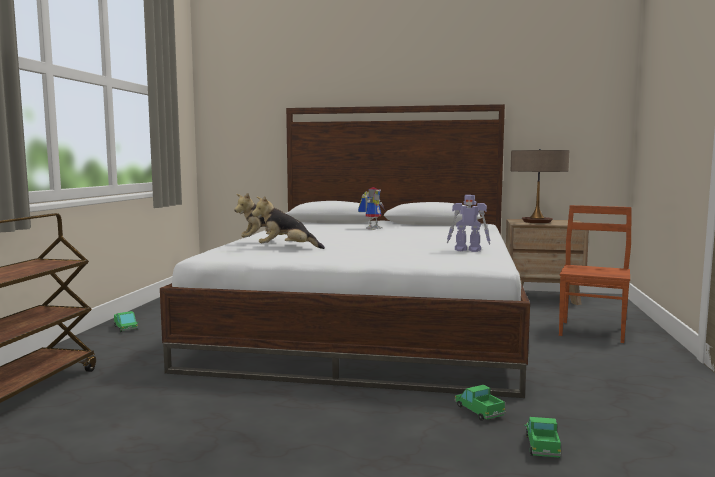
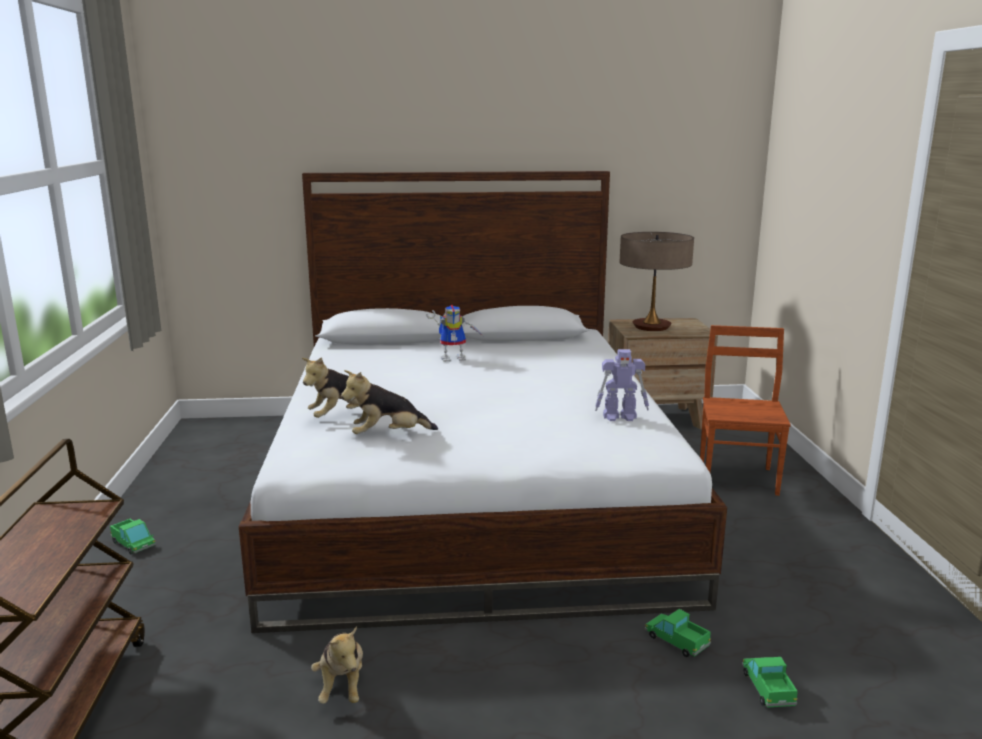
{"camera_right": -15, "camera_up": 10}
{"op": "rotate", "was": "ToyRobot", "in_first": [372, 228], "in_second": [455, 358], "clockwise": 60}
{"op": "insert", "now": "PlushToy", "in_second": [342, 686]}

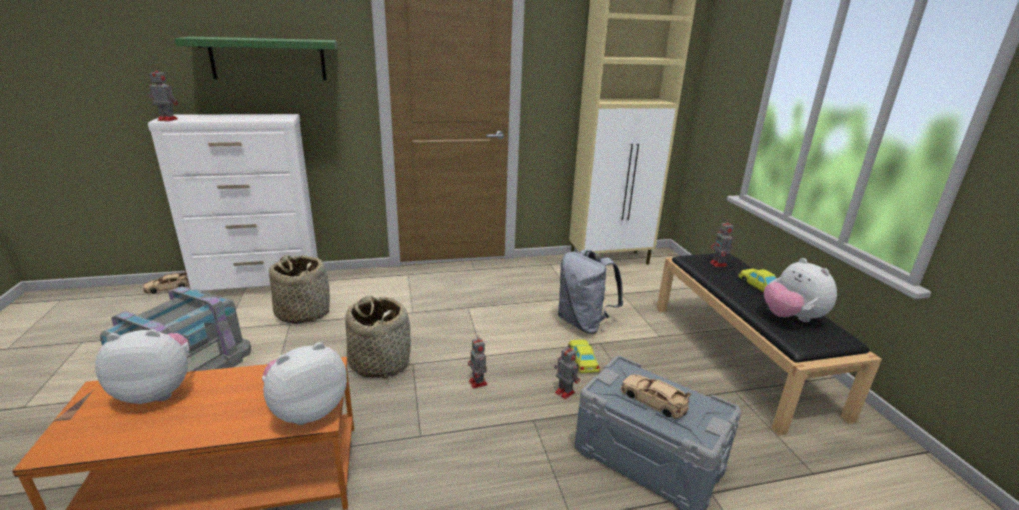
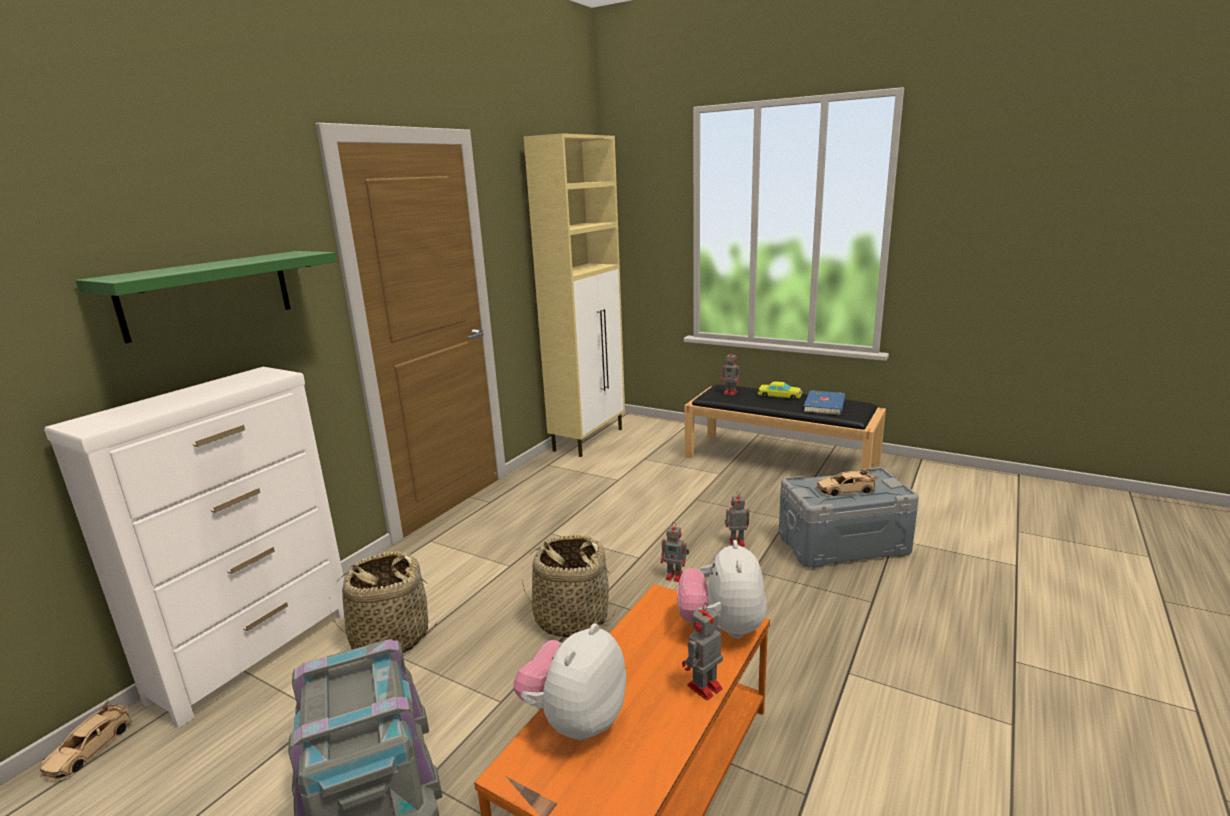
{"camera_right": -45, "camera_up": -5}
{"op": "move", "was": "ToyRobot", "in_first": [167, 119], "in_second": [703, 688]}
{"op": "delete", "was": "GreyBackpack", "in_first": [584, 323]}
{"op": "replace", "was": "PlushToy", "now": "BlueBook", "in_first": [791, 318], "in_second": [825, 405]}
{"op": "delete", "was": "YellowToyCar", "in_first": [582, 359]}

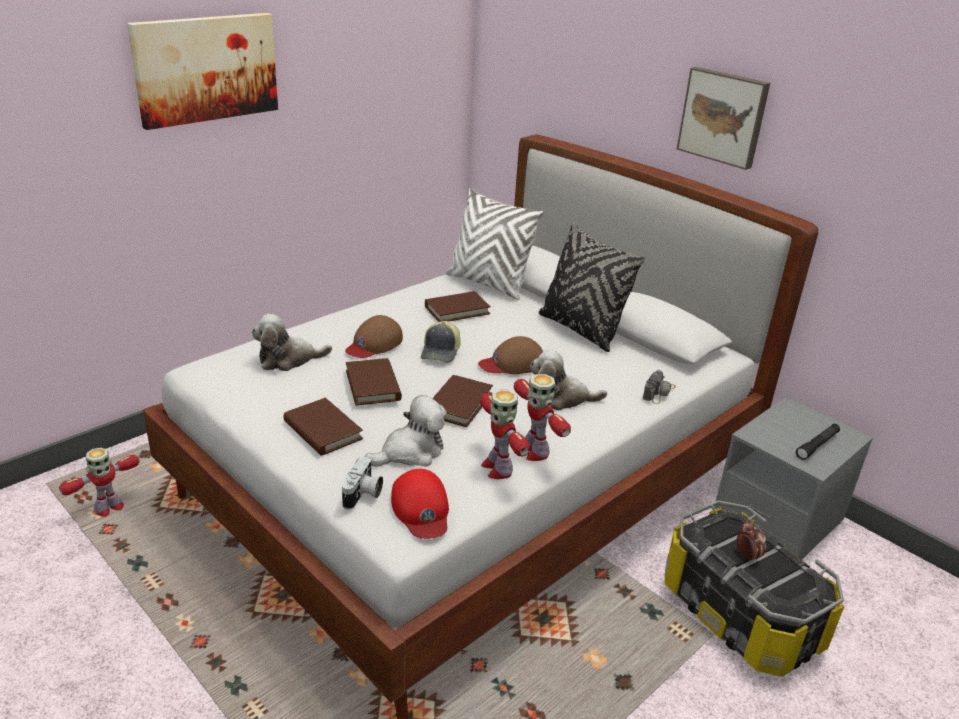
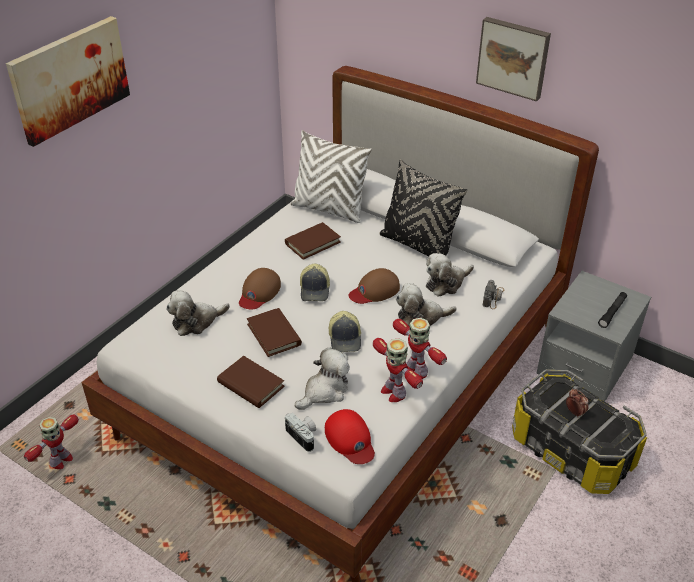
{"camera_right": -10, "camera_up": 10}
{"op": "replace", "was": "BrownBook", "now": "Cap", "in_first": [458, 404], "in_second": [345, 339]}
{"op": "rotate", "was": "PhotoCamera", "in_first": [363, 495], "in_second": [304, 436], "clockwise": -45}
{"op": "insert", "now": "PlushToy", "in_second": [446, 283]}

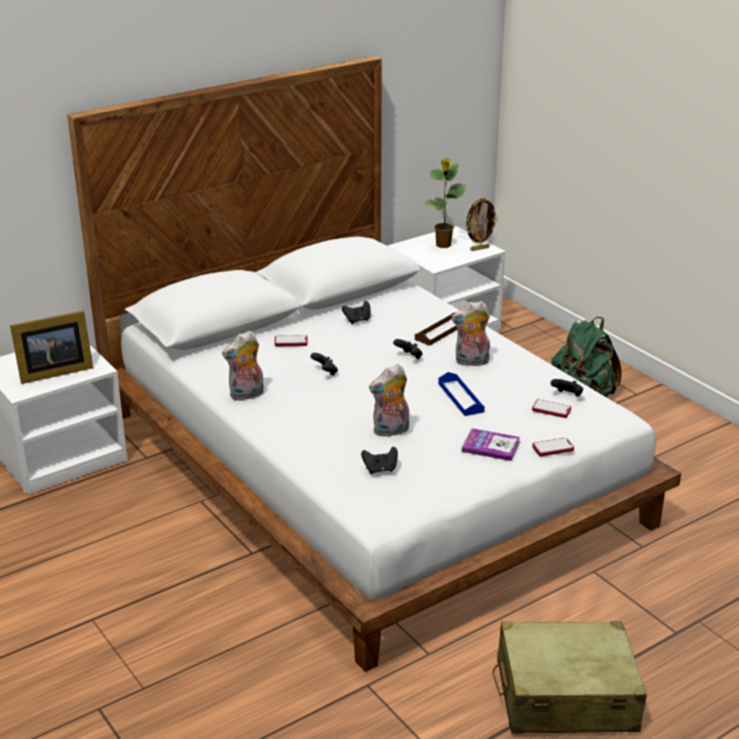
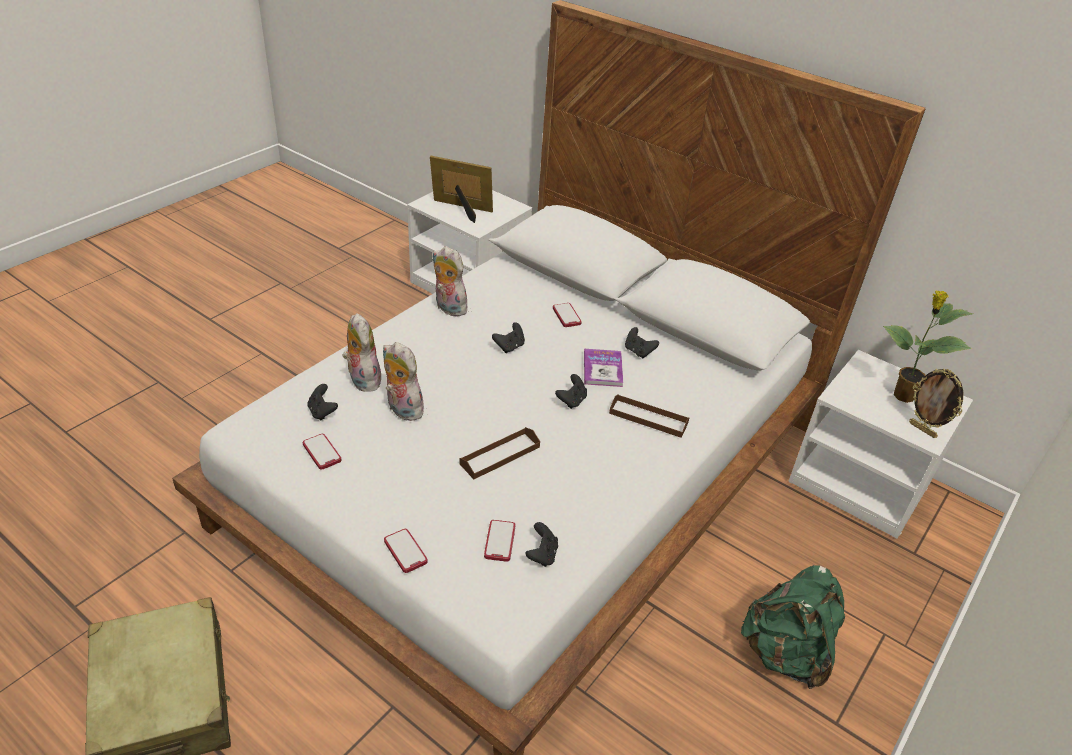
{"camera_right": 70, "camera_up": 10}
{"op": "move", "was": "PlushToy", "in_first": [471, 362], "in_second": [362, 380]}
{"op": "rotate", "was": "PictureFrame", "in_first": [52, 372], "in_second": [462, 210], "clockwise": 150}
{"op": "recolor", "was": "BlueTray", "now": "BrownTray", "in_first": [460, 397], "in_second": [500, 455]}
{"op": "move", "was": "Book", "in_first": [491, 446], "in_second": [602, 369]}
{"op": "insert", "now": "Phone", "in_second": [322, 452]}

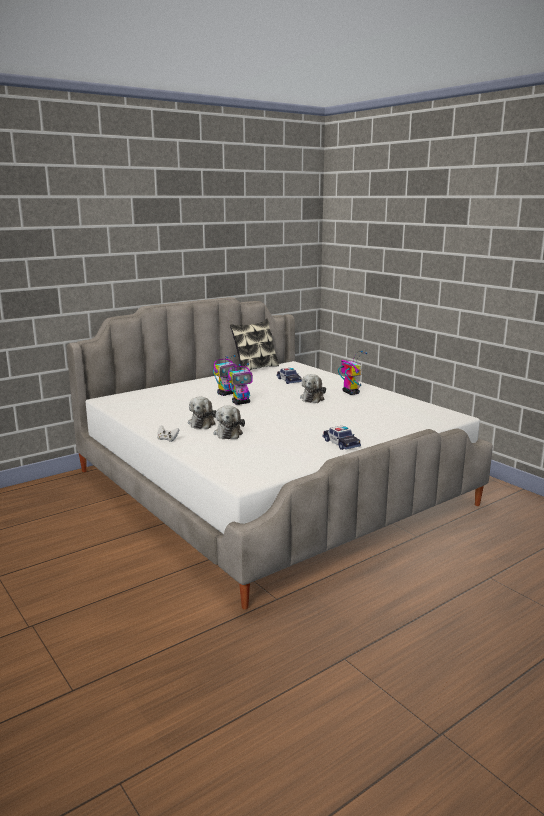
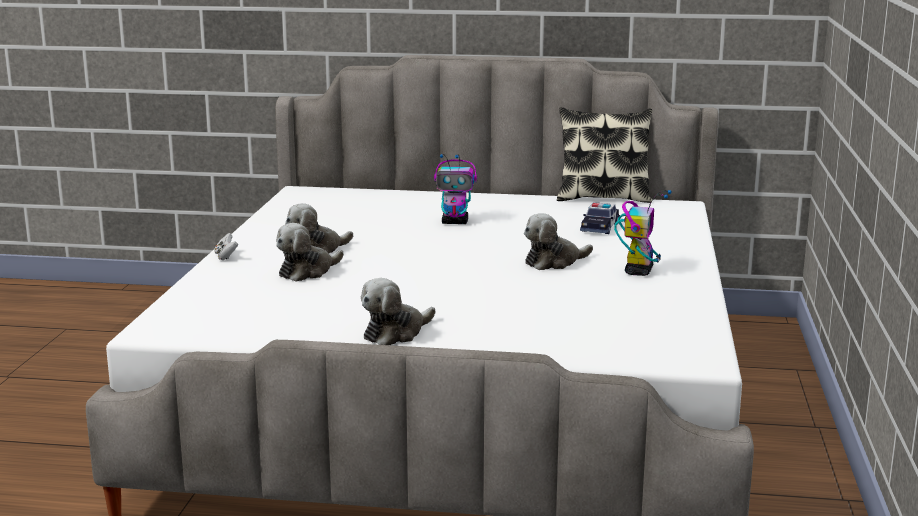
{"camera_right": 45, "camera_up": 0}
{"op": "delete", "was": "ToyRobot", "in_first": [241, 403]}
{"op": "replace", "was": "ToyCar", "now": "PlushToy", "in_first": [341, 443], "in_second": [396, 333]}

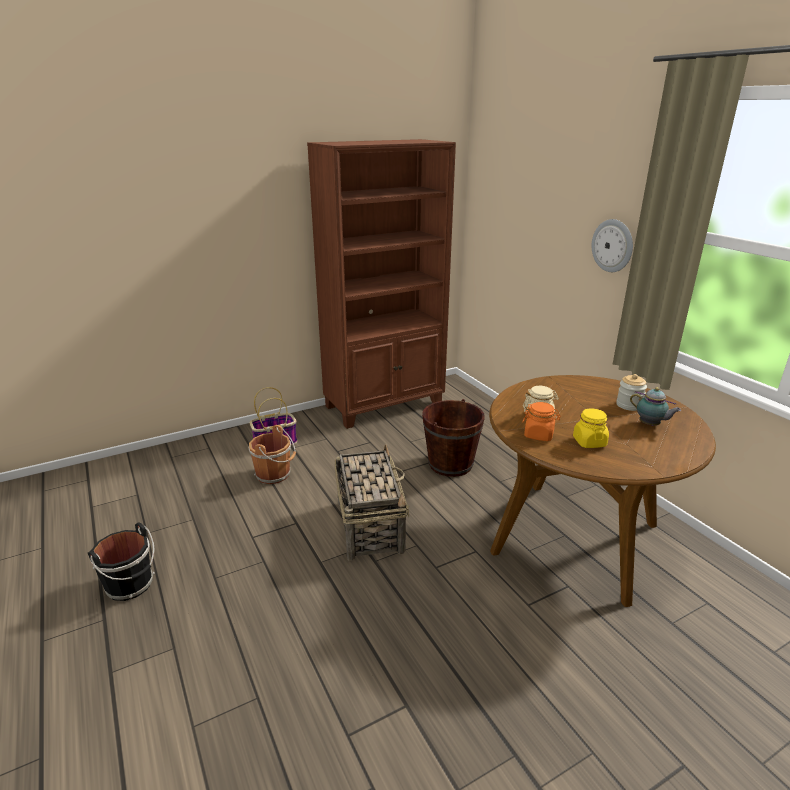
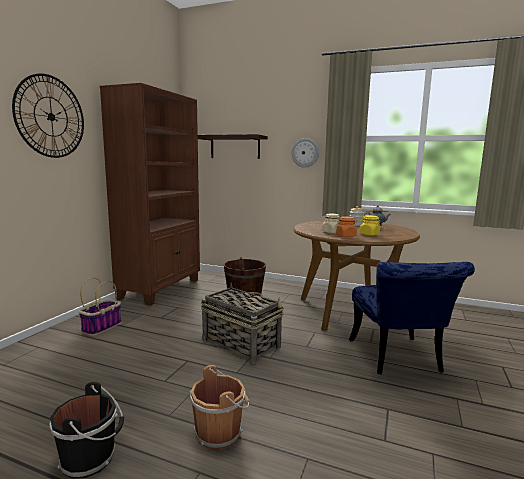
{"camera_right": -40, "camera_up": -15}
{"op": "move", "was": "BrownBucket", "in_first": [275, 474], "in_second": [220, 432]}
{"op": "insert", "now": "WallClock", "in_second": [51, 117]}
{"op": "insert", "now": "Shelf", "in_second": [235, 147]}
{"op": "insert", "now": "BlueChair", "in_second": [398, 359]}

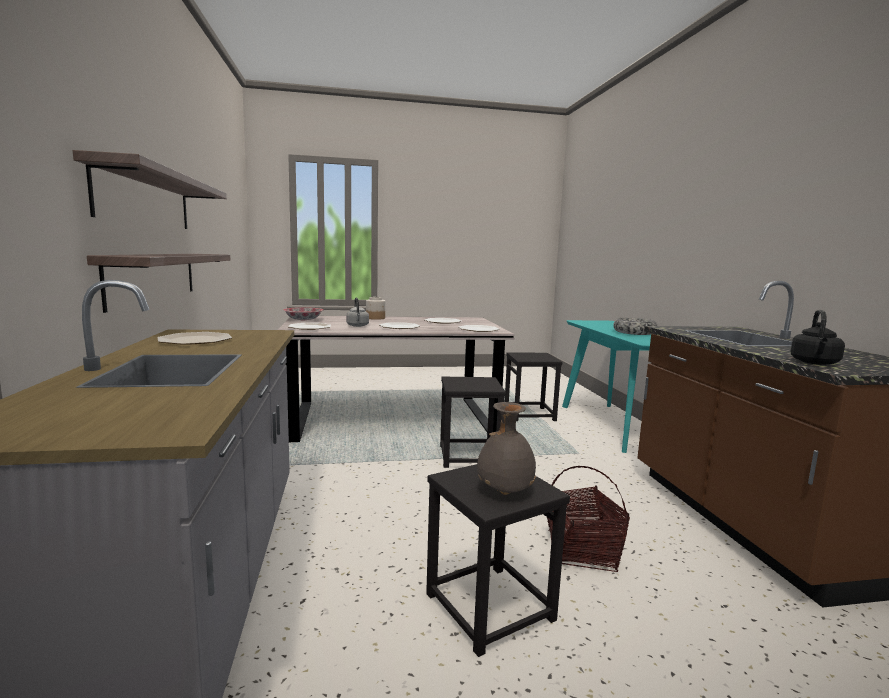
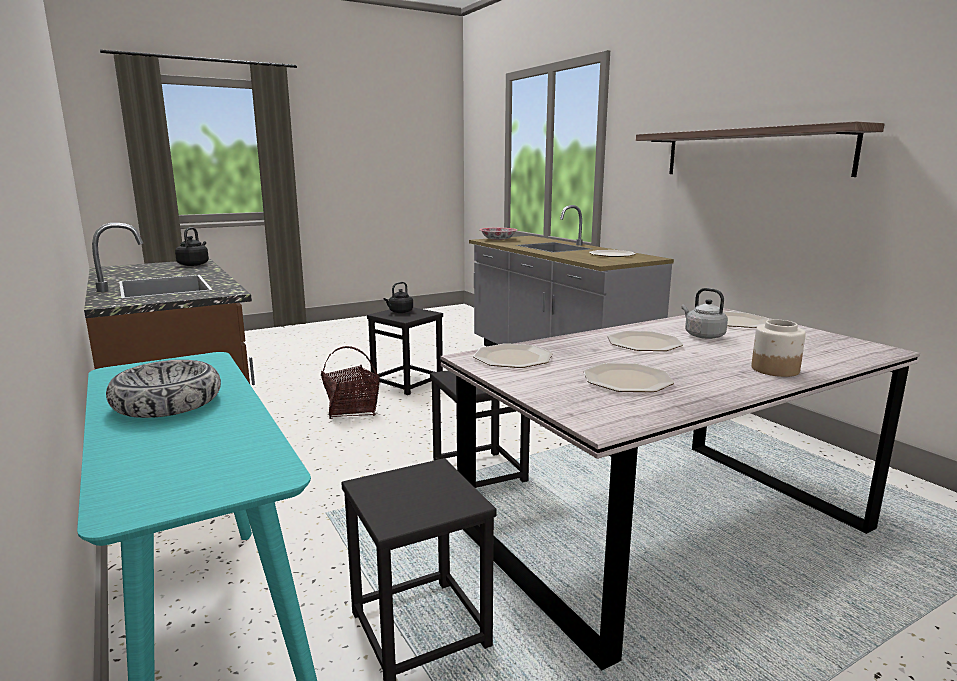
{"camera_right": 160, "camera_up": 5}
{"op": "delete", "was": "Shelf", "in_first": [154, 277]}
{"op": "move", "was": "Bowl", "in_first": [304, 320], "in_second": [497, 239]}
{"op": "replace", "was": "GreyVase", "now": "BlackKettle", "in_first": [504, 491], "in_second": [400, 312]}

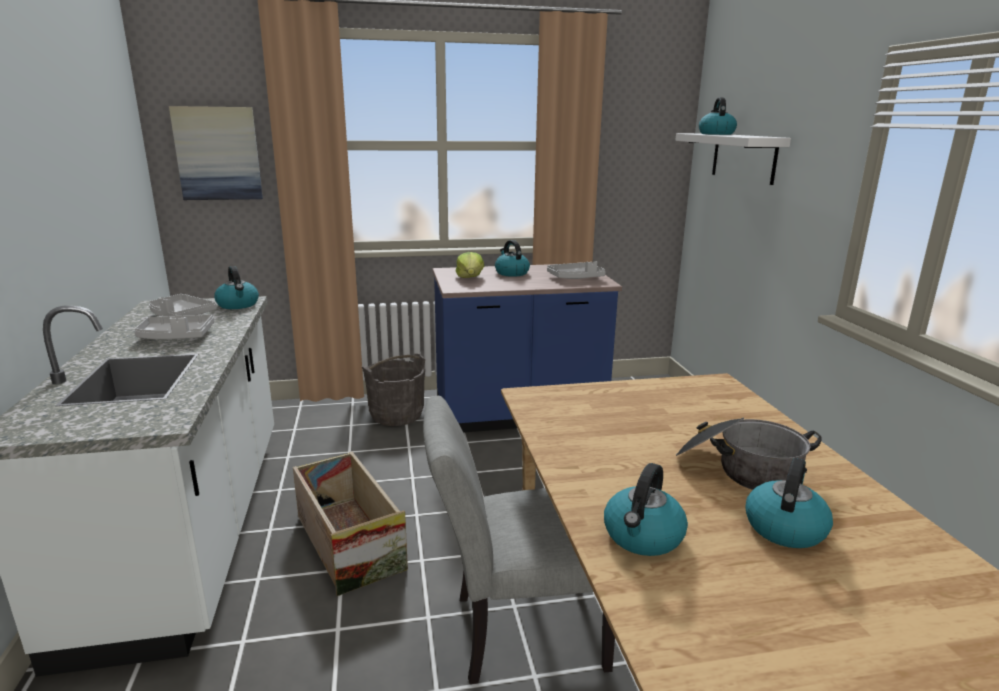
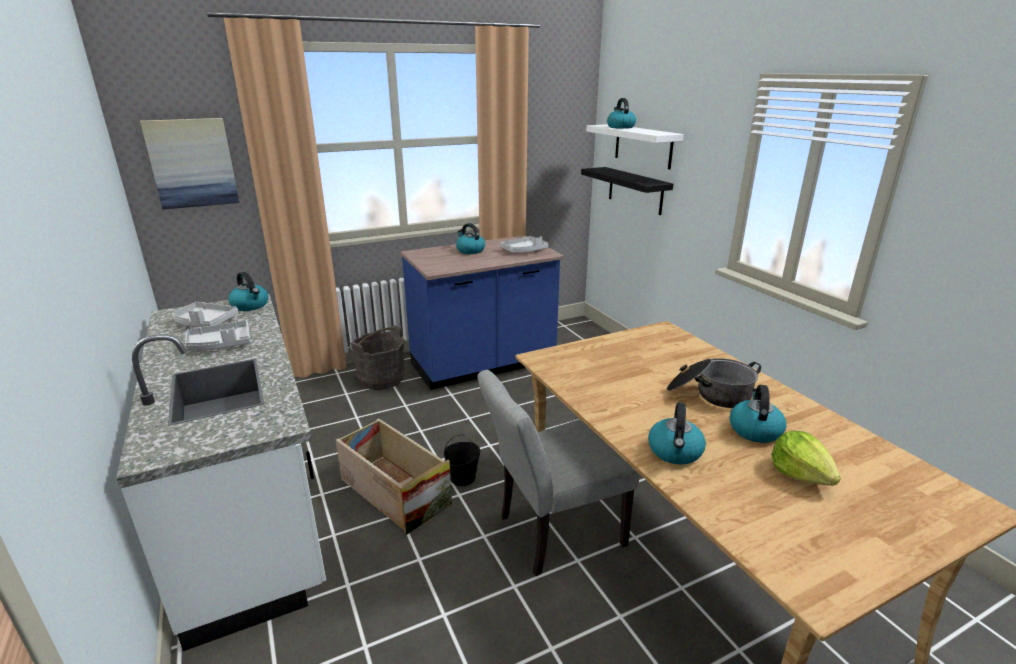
{"camera_right": -15, "camera_up": 5}
{"op": "move", "was": "Lettuce", "in_first": [470, 278], "in_second": [800, 473]}
{"op": "insert", "now": "BlackShelf", "in_second": [635, 190]}
{"op": "insert", "now": "BlackBucket", "in_second": [462, 478]}

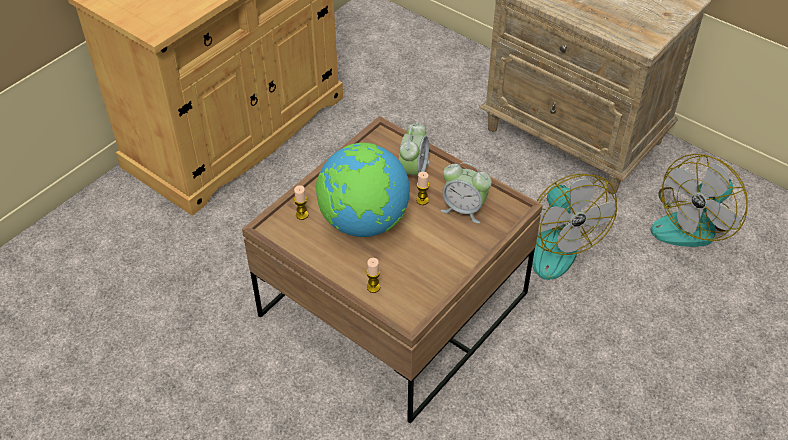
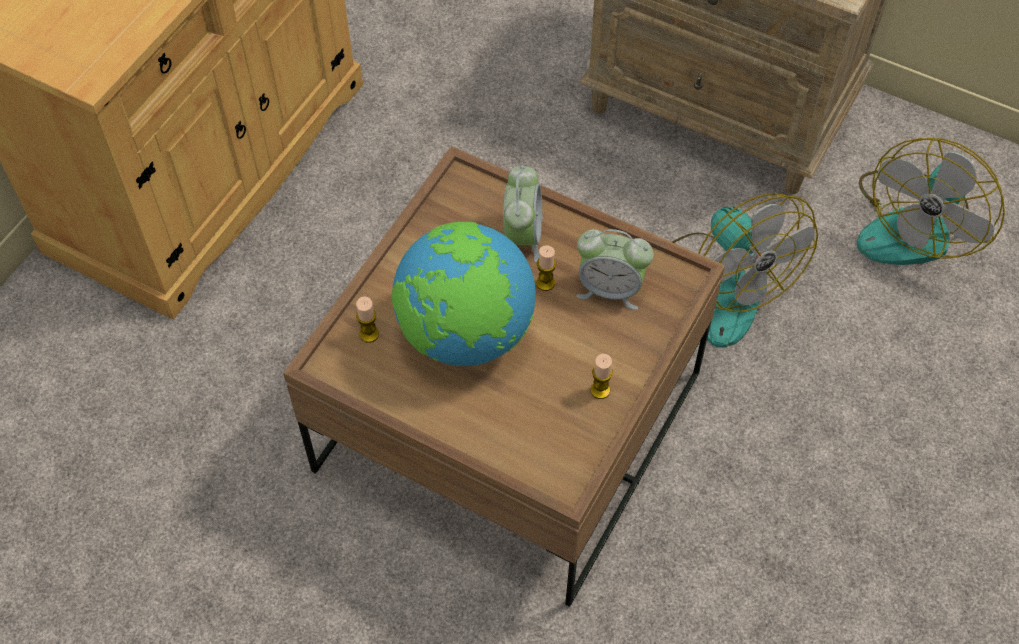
{"camera_right": -10, "camera_up": 10}
{"op": "move", "was": "Candle", "in_first": [373, 287], "in_second": [600, 390]}

